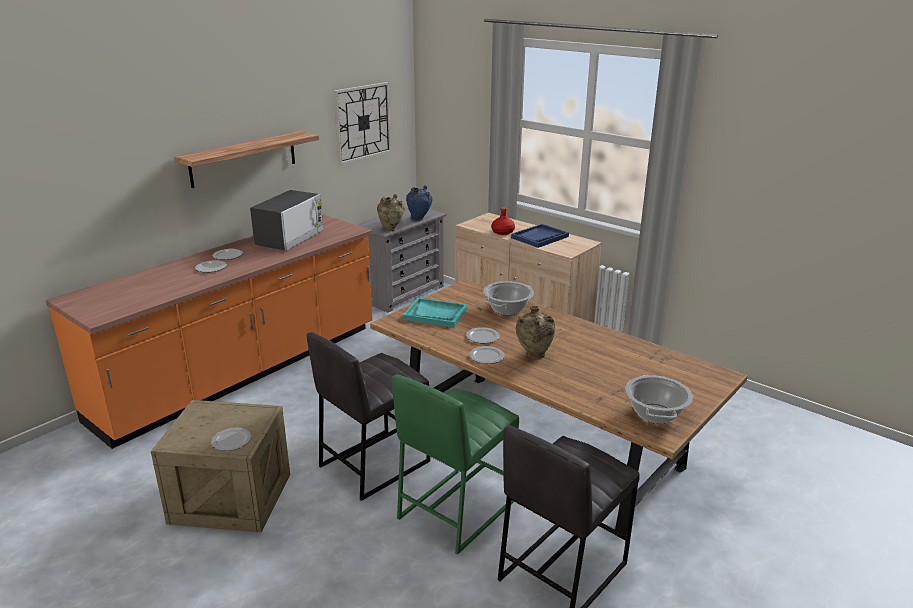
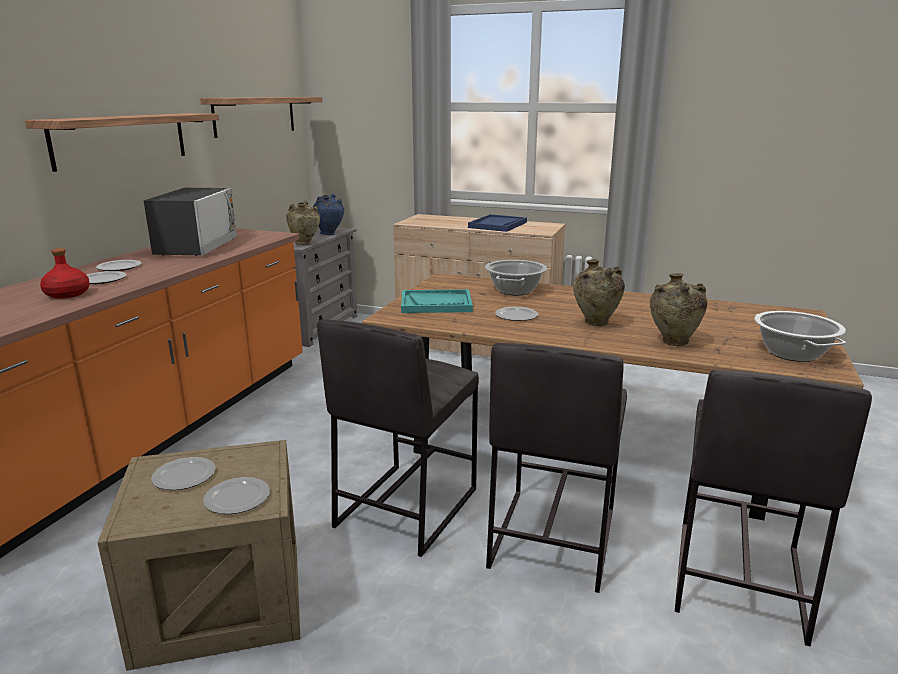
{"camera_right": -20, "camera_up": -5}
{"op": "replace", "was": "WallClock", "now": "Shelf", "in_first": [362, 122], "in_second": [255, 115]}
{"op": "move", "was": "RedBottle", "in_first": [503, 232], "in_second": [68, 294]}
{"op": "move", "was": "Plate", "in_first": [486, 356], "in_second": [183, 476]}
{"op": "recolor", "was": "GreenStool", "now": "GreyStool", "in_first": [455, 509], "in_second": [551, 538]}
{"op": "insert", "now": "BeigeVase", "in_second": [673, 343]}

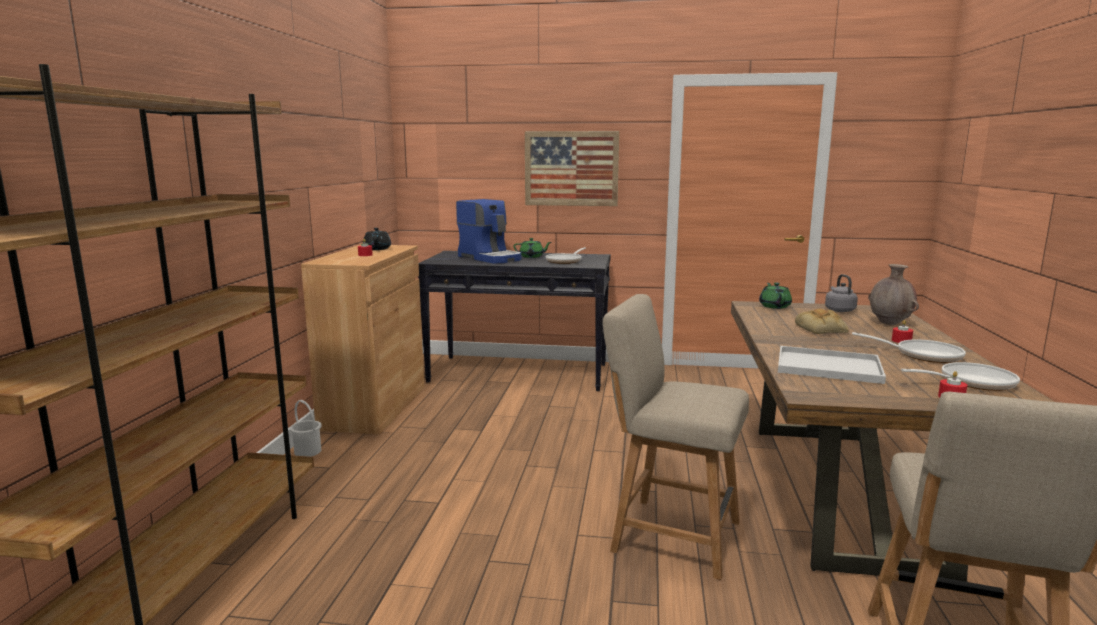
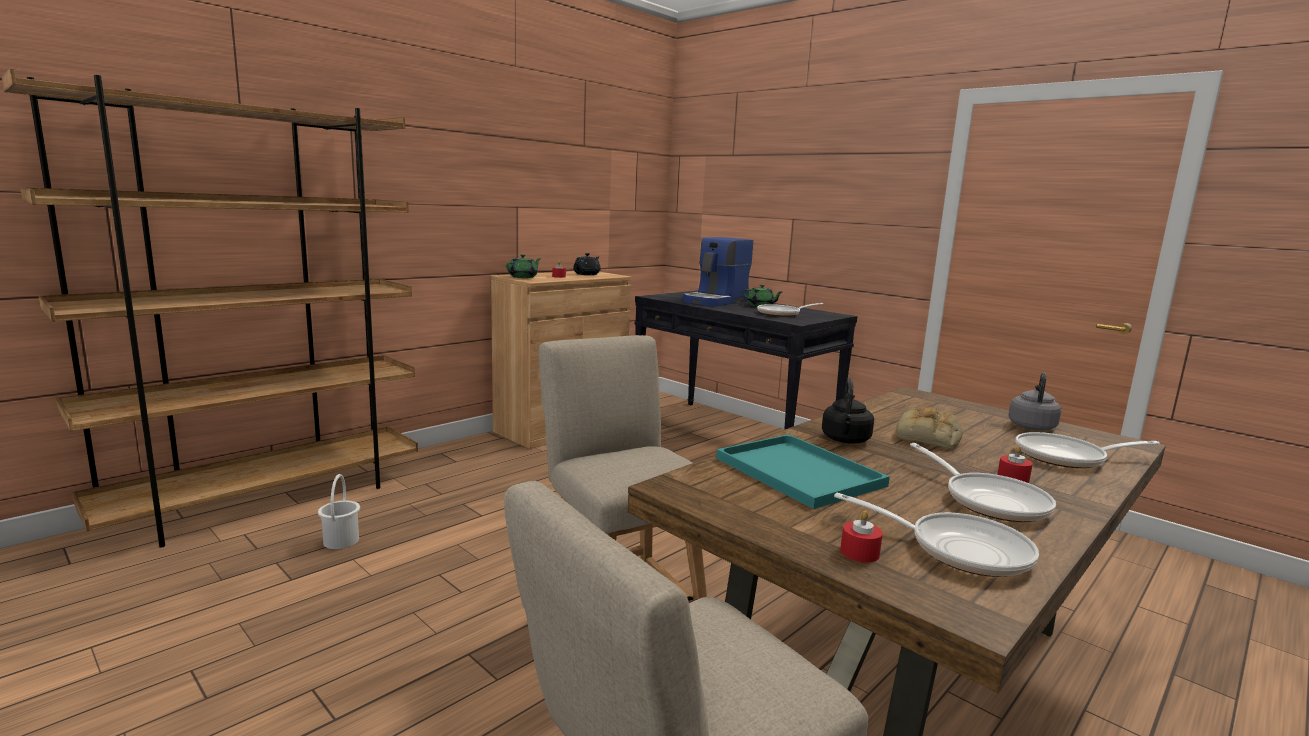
{"camera_right": 35, "camera_up": 0}
{"op": "delete", "was": "Picture", "in_first": [571, 168]}
{"op": "rotate", "was": "CoffeeMachine", "in_first": [490, 258], "in_second": [716, 301], "clockwise": 45}
{"op": "replace", "was": "BrownVase", "now": "FryingPan", "in_first": [890, 323], "in_second": [1066, 457]}
{"op": "move", "was": "GreenTeapot", "in_first": [774, 306], "in_second": [523, 277]}
{"op": "recolor", "was": "WhiteTray", "now": "TurquoiseTray", "in_first": [830, 366], "in_second": [802, 472]}
{"op": "move", "was": "WhiteBucket", "in_first": [308, 451], "in_second": [342, 541]}
{"op": "insert", "now": "BlackKettle", "in_second": [845, 440]}

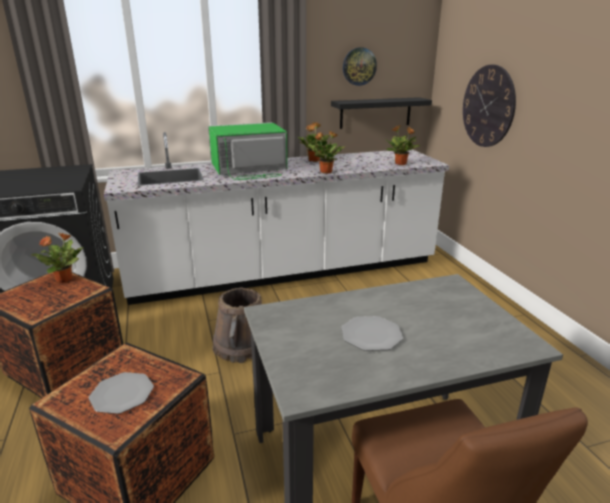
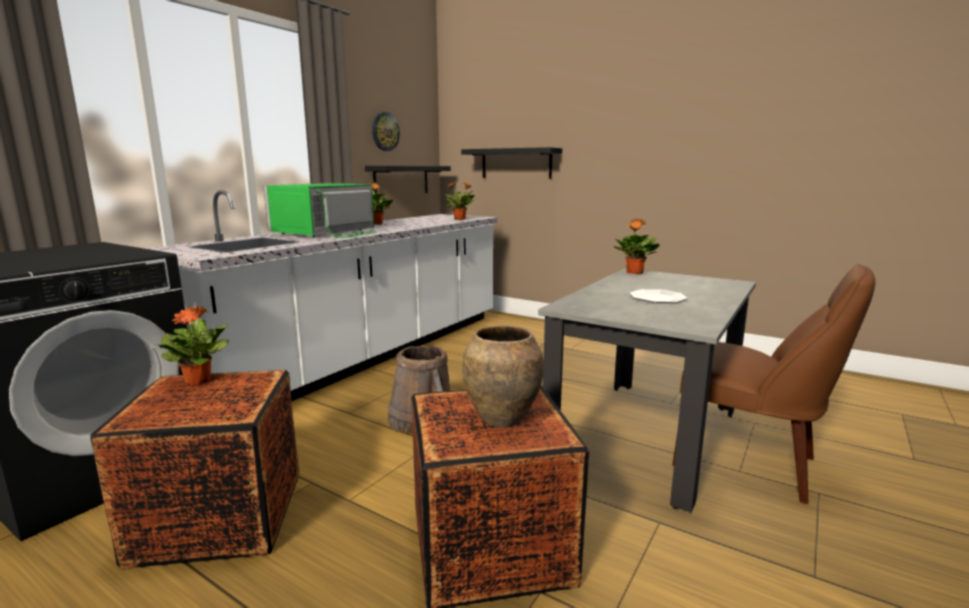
{"camera_right": -40, "camera_up": -10}
{"op": "replace", "was": "WallClock", "now": "BlackShelf", "in_first": [488, 106], "in_second": [516, 163]}
{"op": "move", "was": "PottedPlant", "in_first": [325, 172], "in_second": [634, 273]}
{"op": "replace", "was": "Plate", "now": "BrownVase", "in_first": [122, 394], "in_second": [501, 419]}

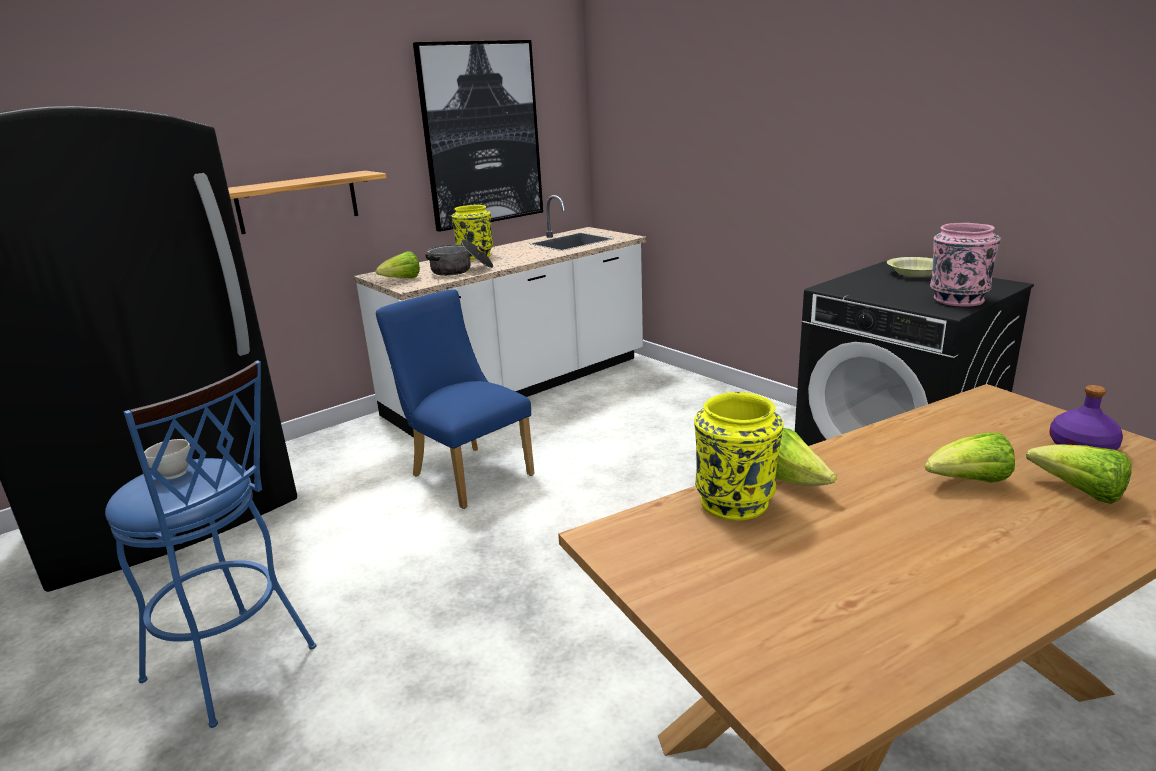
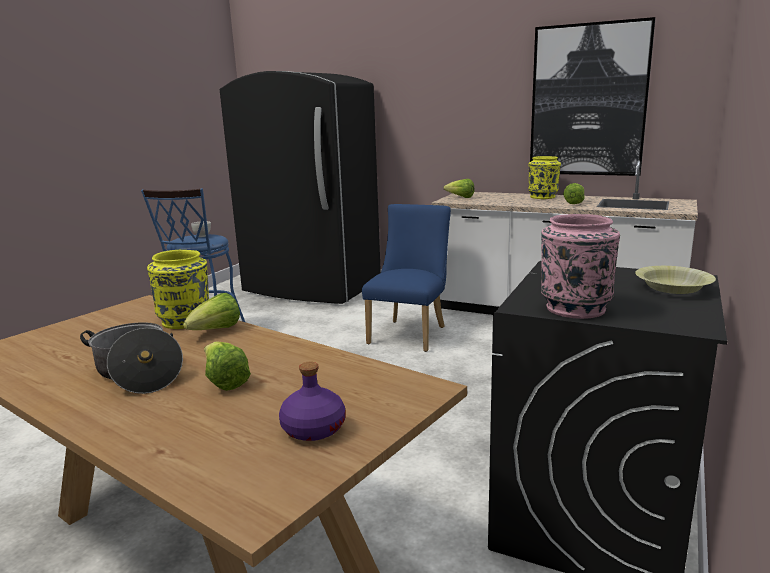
{"camera_right": 65, "camera_up": -5}
{"op": "delete", "was": "Shelf", "in_first": [298, 202]}
{"op": "move", "was": "CookingPot", "in_first": [461, 270], "in_second": [137, 373]}
{"op": "move", "was": "Lettuce", "in_first": [1079, 492], "in_second": [574, 203]}

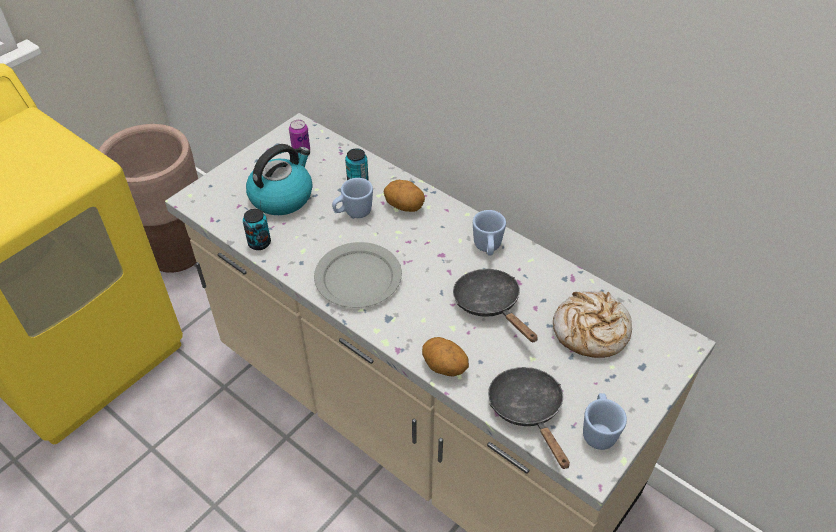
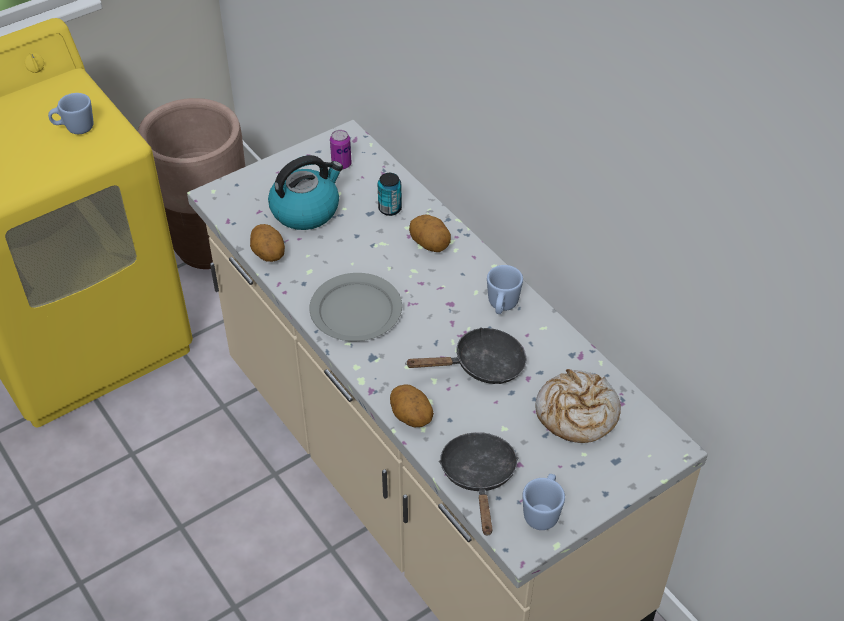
{"camera_right": 15, "camera_up": 0}
{"op": "move", "was": "BlueMug", "in_first": [353, 213], "in_second": [75, 128]}
{"op": "replace", "was": "Can", "now": "Potato", "in_first": [259, 243], "in_second": [268, 255]}
{"op": "rotate", "was": "BlackFryingPan", "in_first": [490, 305], "in_second": [481, 365], "clockwise": 90}

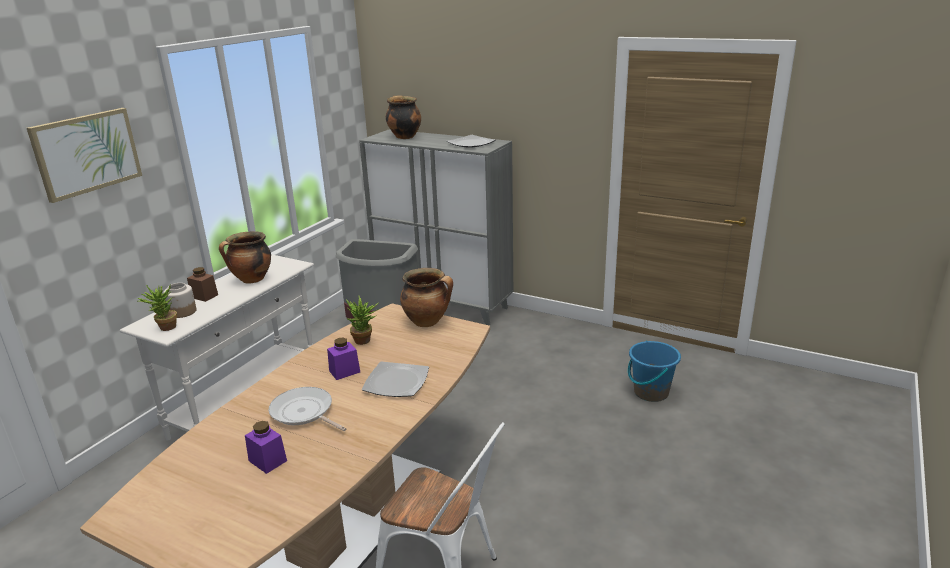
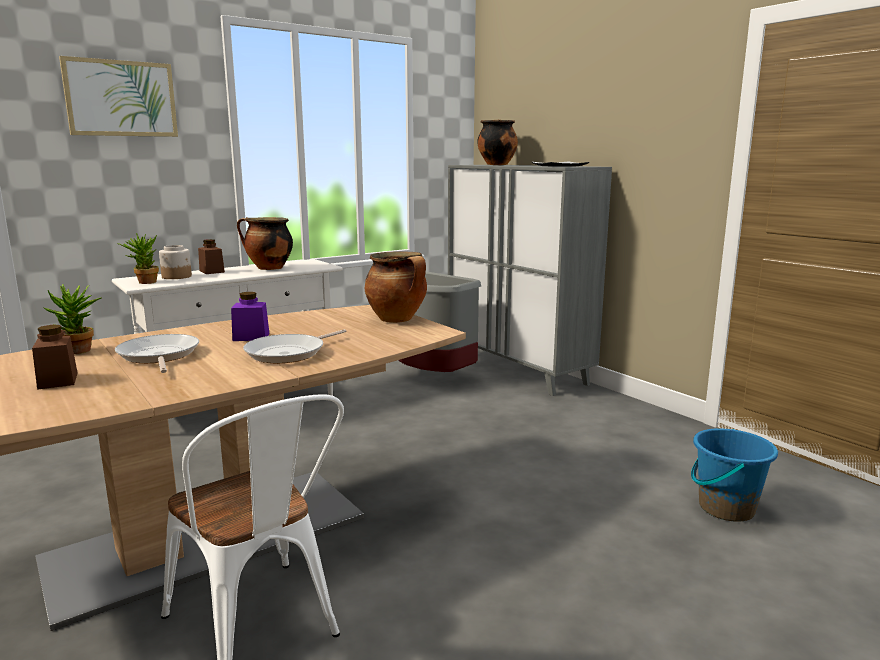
{"camera_right": 25, "camera_up": -10}
{"op": "move", "was": "PottedPlant", "in_first": [365, 341], "in_second": [79, 352]}
{"op": "replace", "was": "Plate", "now": "FryingPan", "in_first": [397, 382], "in_second": [289, 353]}
{"op": "recolor", "was": "PurpleJar", "now": "BrownJar", "in_first": [267, 461], "in_second": [58, 381]}

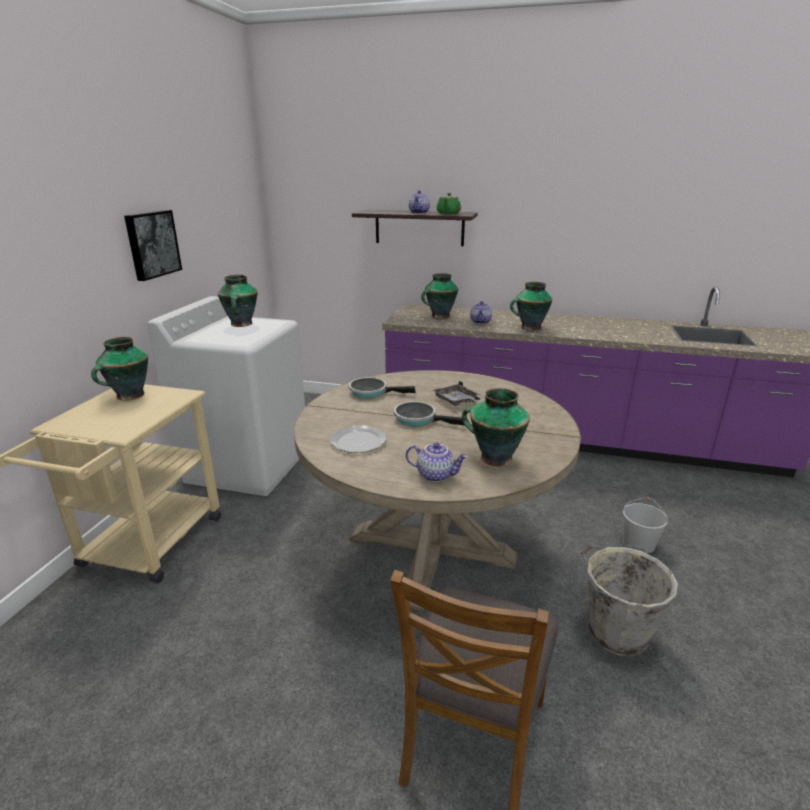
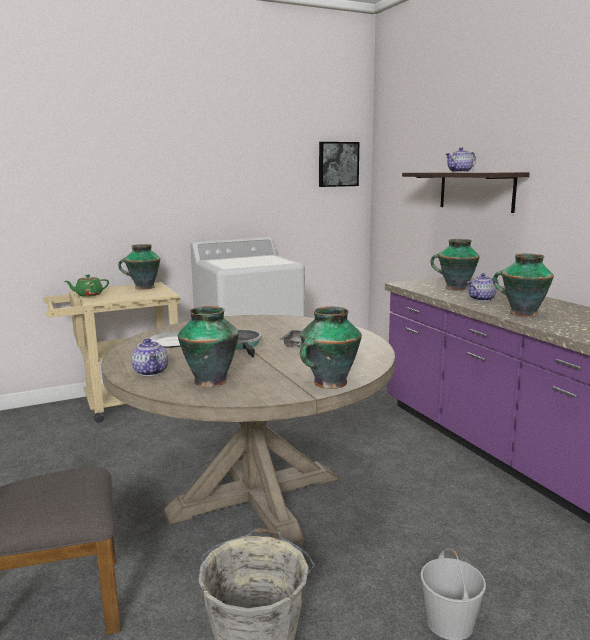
{"camera_right": 50, "camera_up": -10}
{"op": "move", "was": "GreenTeapot", "in_first": [448, 214], "in_second": [88, 295]}
{"op": "move", "was": "Picture", "in_first": [152, 244], "in_second": [338, 164]}
{"op": "move", "was": "Vase", "in_first": [241, 324], "in_second": [329, 383]}
{"op": "delete", "was": "FryingPan", "in_first": [371, 392]}

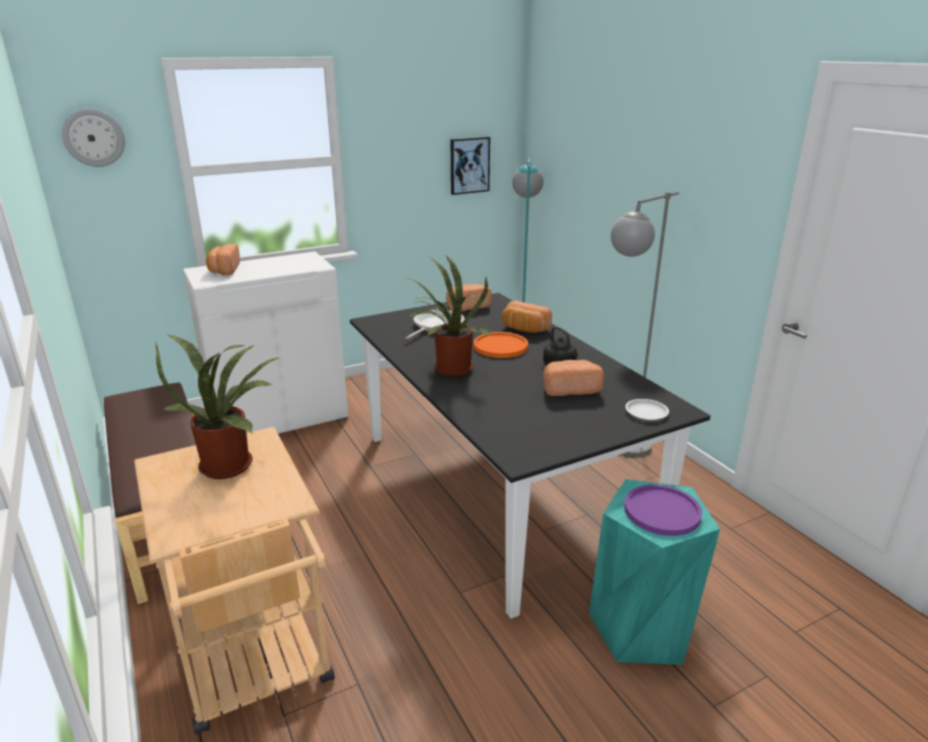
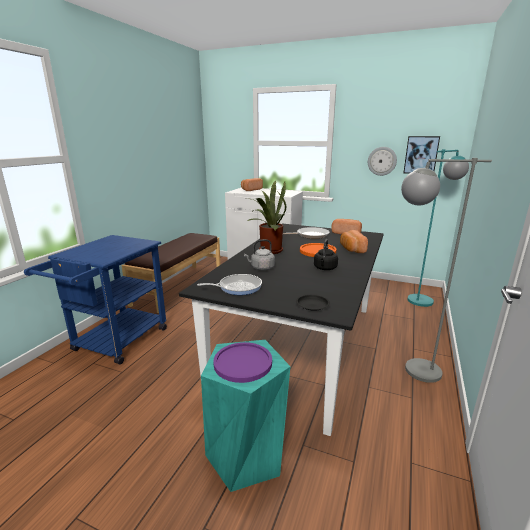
{"camera_right": 50, "camera_up": -5}
{"op": "move", "was": "WallClock", "in_first": [94, 137], "in_second": [382, 161]}
{"op": "delete", "was": "PottedPlant", "in_first": [232, 464]}
{"op": "delete", "was": "Bread", "in_first": [570, 389]}
{"op": "recolor", "was": "WhitePlate", "now": "BlackPlate", "in_first": [646, 412], "in_second": [312, 304]}
{"op": "recolor", "was": "BeigeCart", "now": "BlueCart", "in_first": [256, 664], "in_second": [115, 343]}
{"op": "insert", "now": "GreyKettle", "in_second": [261, 268]}
{"op": "insert", "now": "FryingPan", "in_second": [237, 287]}

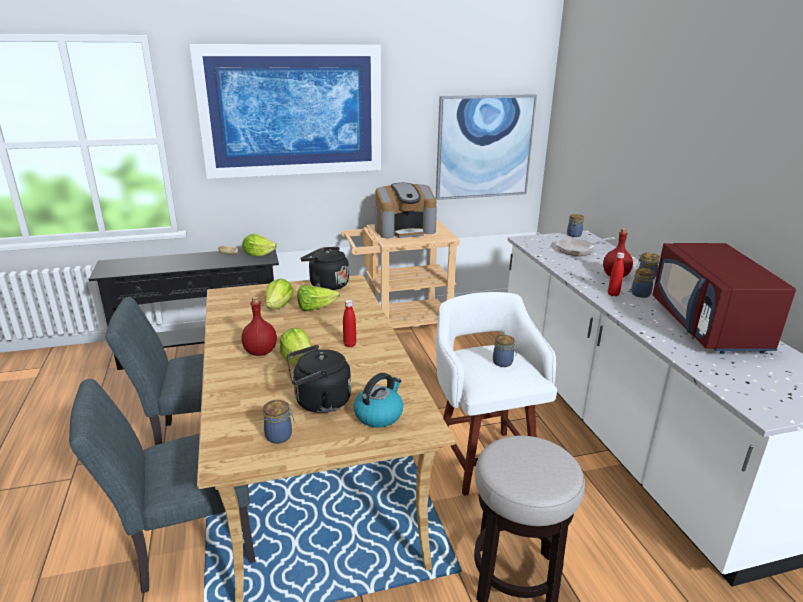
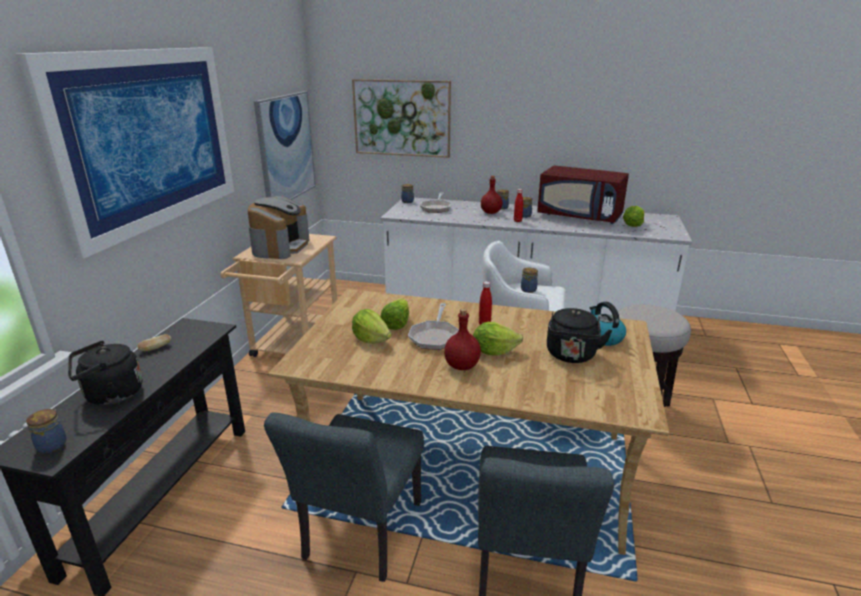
{"camera_right": -60, "camera_up": 0}
{"op": "move", "was": "Lettuce", "in_first": [258, 255], "in_second": [632, 225]}
{"op": "move", "was": "BlackKettle", "in_first": [326, 285], "in_second": [110, 395]}
{"op": "move", "was": "Jar", "in_first": [280, 436], "in_second": [53, 444]}
{"op": "insert", "now": "Picture", "in_second": [402, 118]}
{"op": "insert", "now": "FryingPan", "in_second": [434, 336]}

